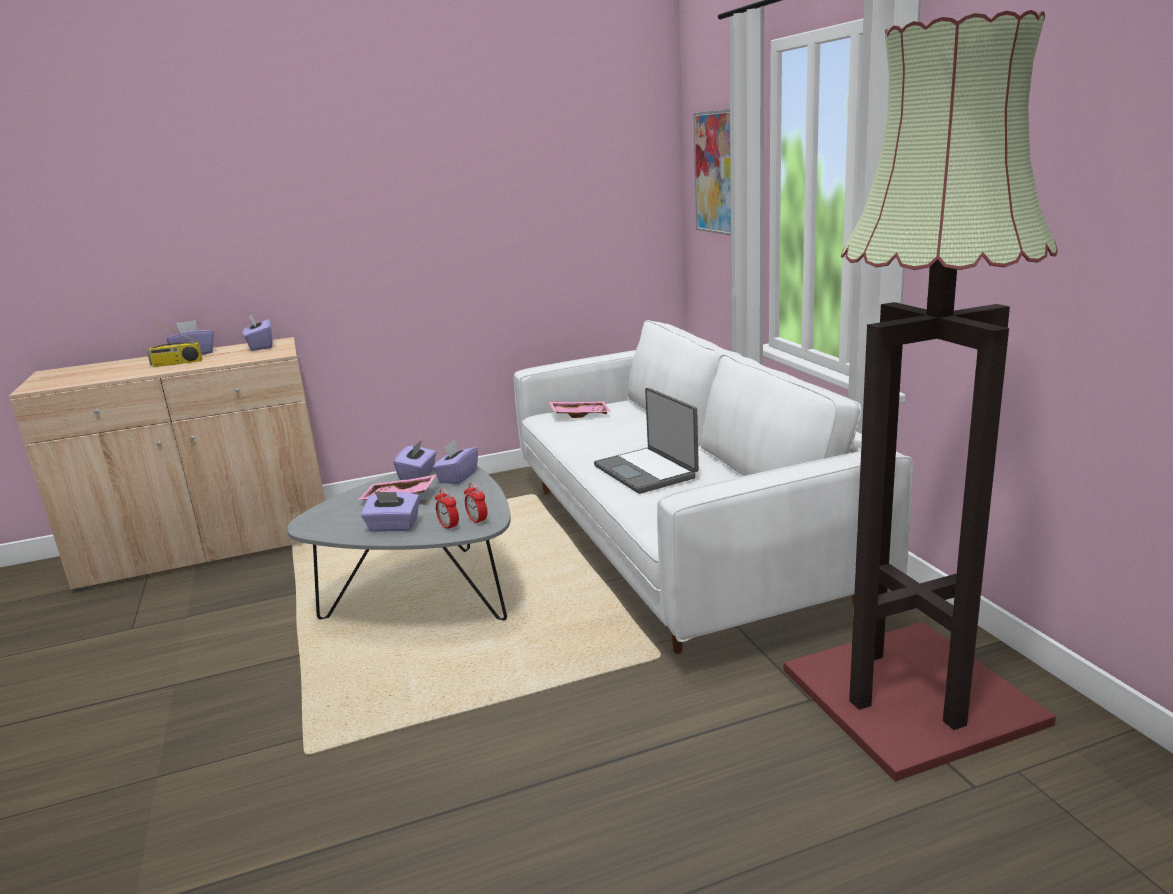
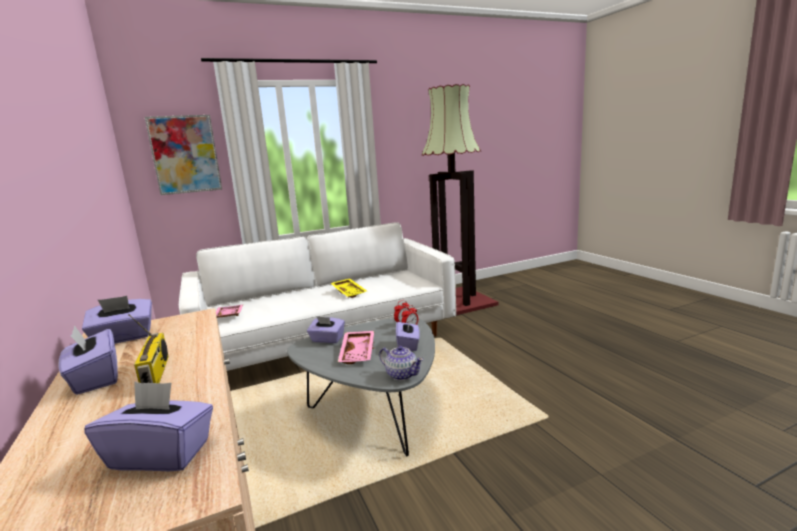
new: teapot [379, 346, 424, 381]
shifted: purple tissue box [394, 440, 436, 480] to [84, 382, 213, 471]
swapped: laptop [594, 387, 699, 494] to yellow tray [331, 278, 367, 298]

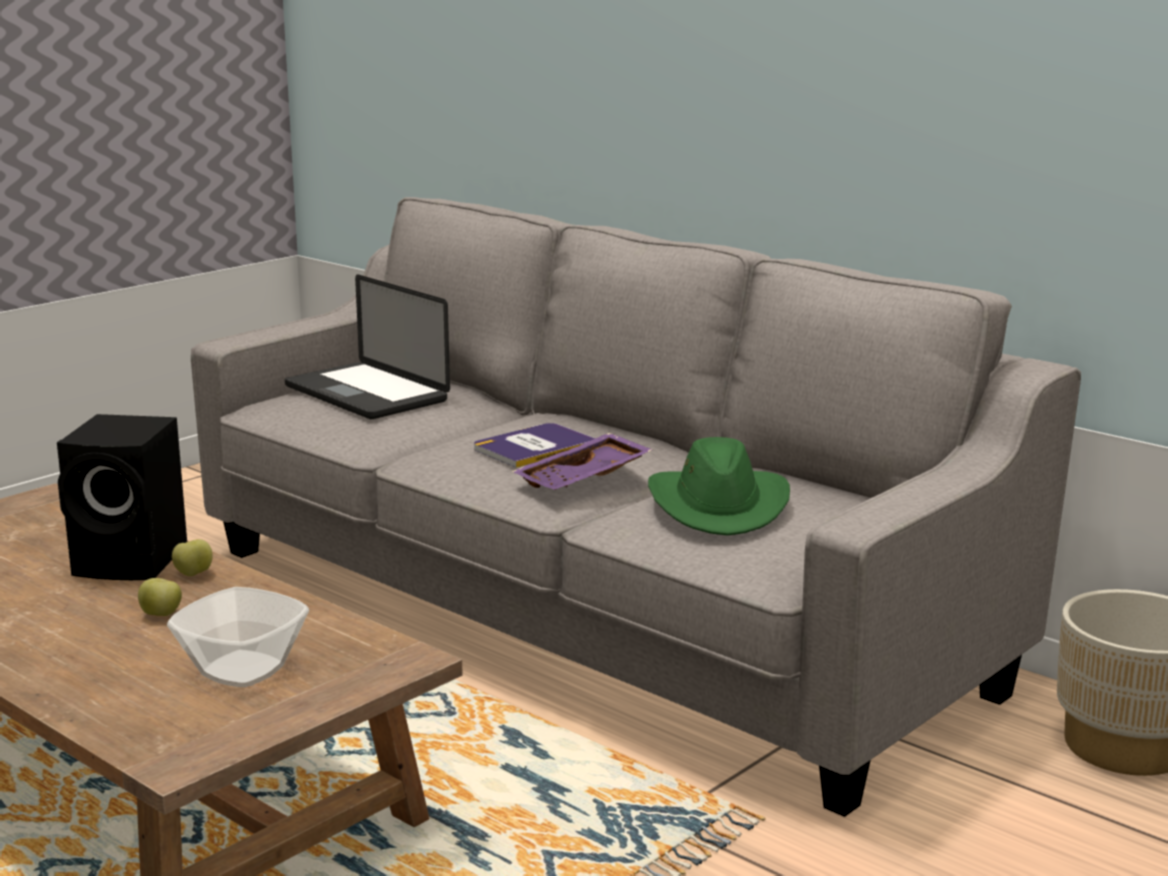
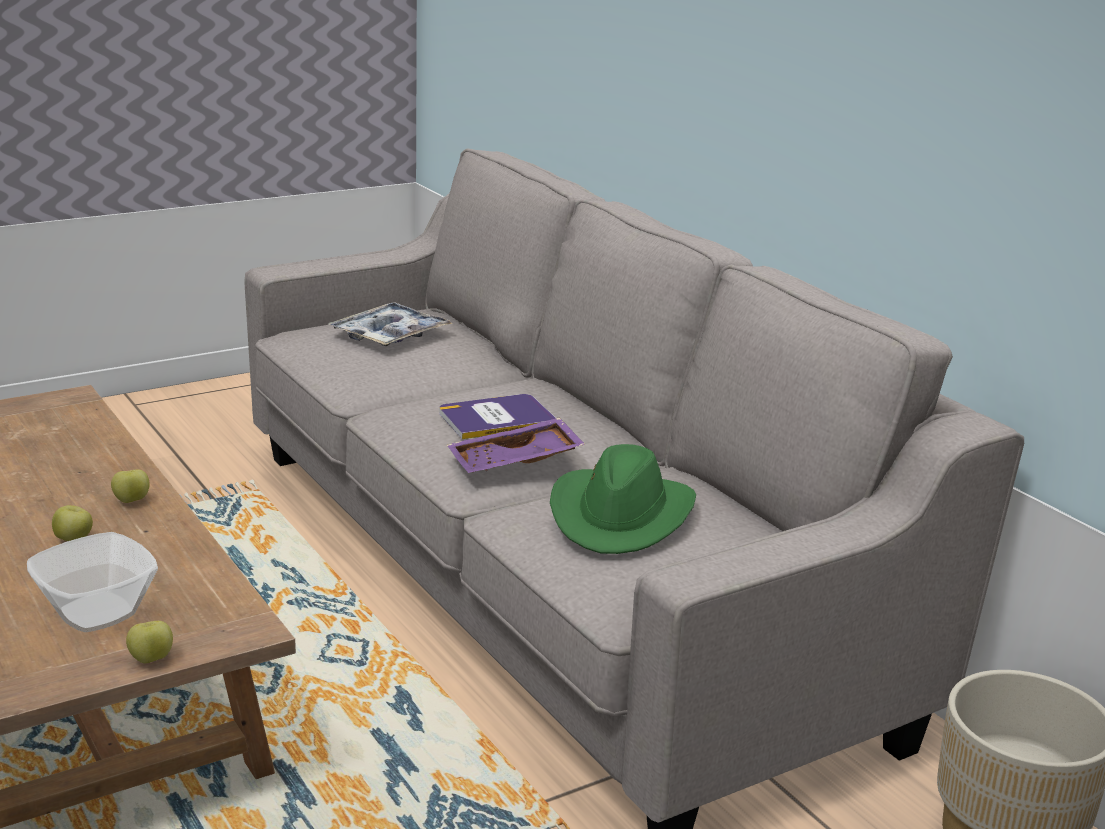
gone: black speaker [57, 414, 187, 580]
new: apple [126, 621, 173, 663]
swapped: laptop [285, 274, 450, 419] to tray [329, 302, 453, 346]

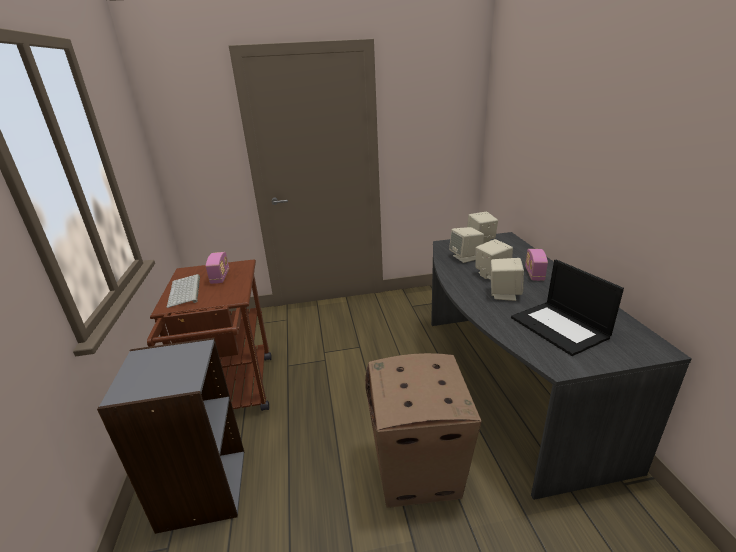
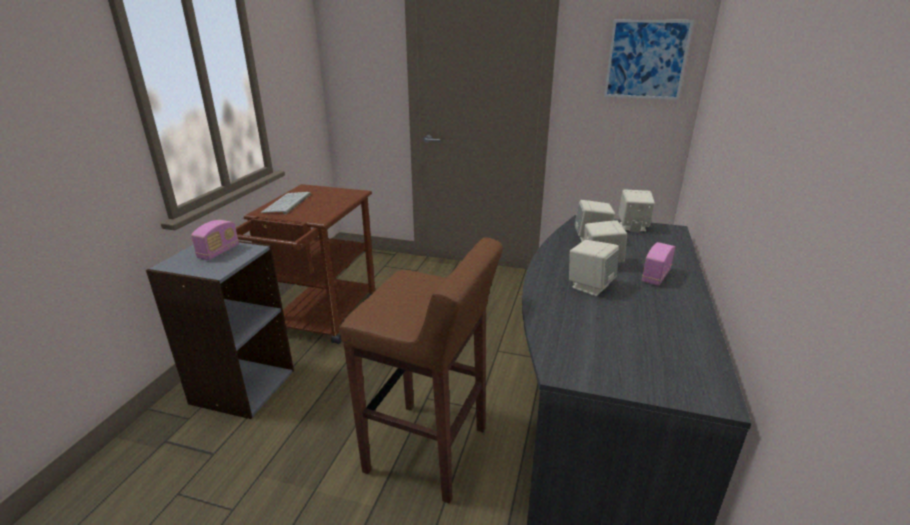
gone: laptop [511, 259, 624, 356]
new: picture [604, 20, 694, 100]
shifted: radio [206, 252, 229, 284] to [191, 220, 239, 260]
swapped: cardboard box [365, 353, 482, 508] to brown stool [340, 237, 503, 504]

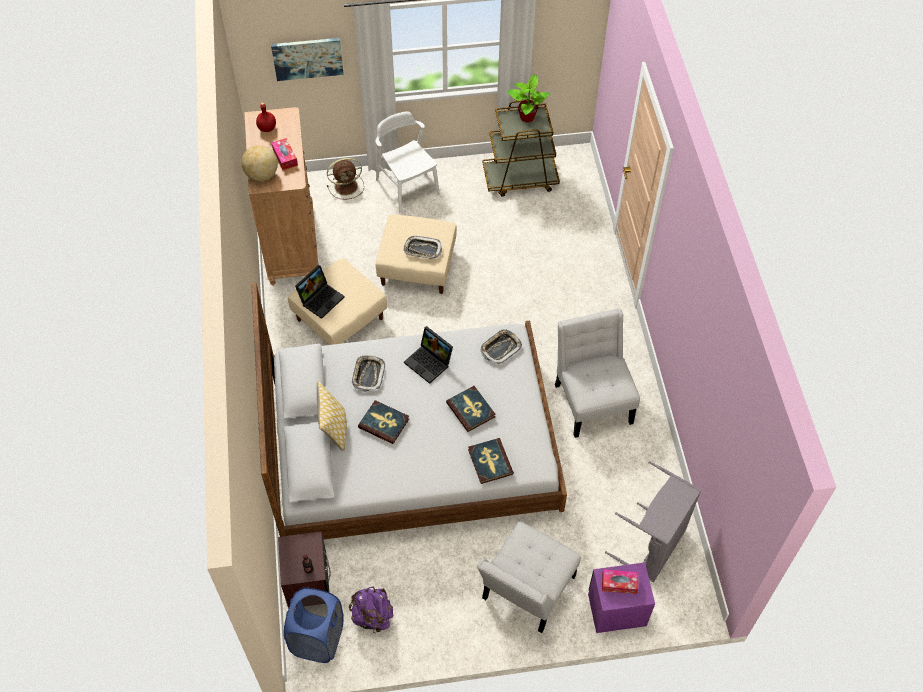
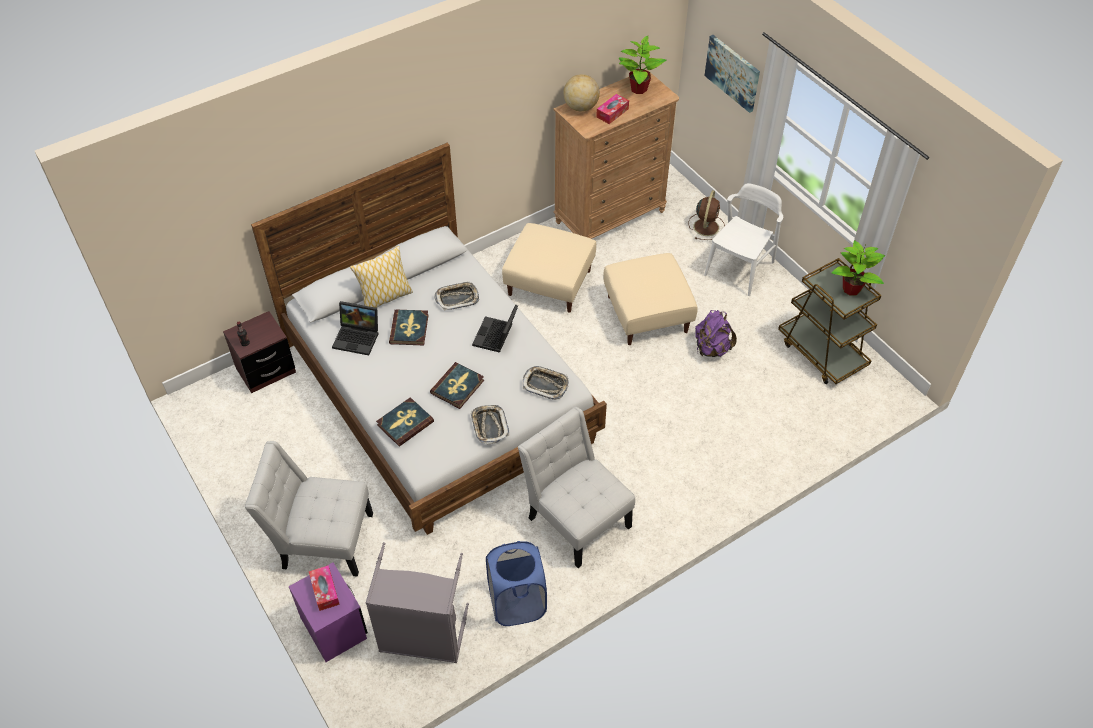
shifted: tray [403, 236, 442, 259] to [470, 405, 509, 444]; laptop [295, 265, 344, 319] to [332, 301, 379, 355]; blue laundry basket [284, 587, 344, 663] to [486, 541, 547, 626]; purple backpack [349, 587, 393, 634] to [695, 310, 737, 357]
swapped: red bottle [256, 102, 276, 132] to potted plant [619, 36, 666, 94]
rotated: brown fan [327, 158, 364, 199] = [688, 190, 725, 240] 120 degrees counterclockwise; white chair [555, 308, 640, 438] = [518, 407, 635, 568] 90 degrees counterclockwise

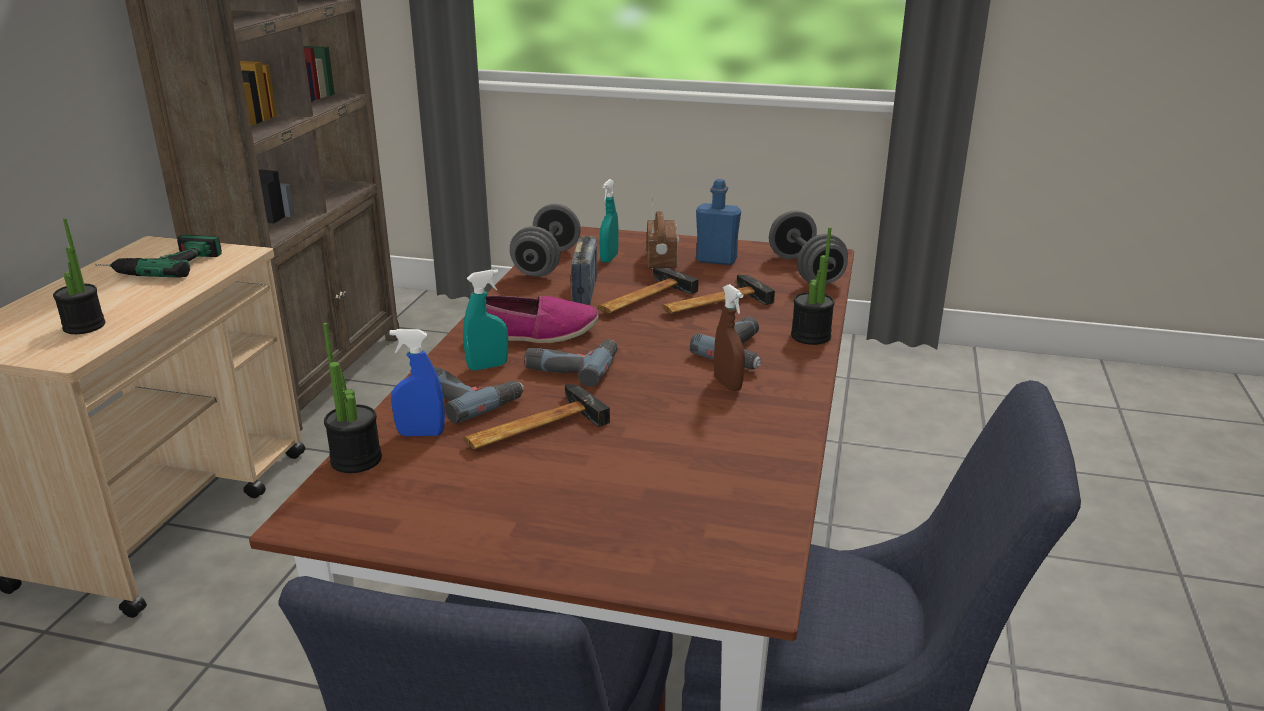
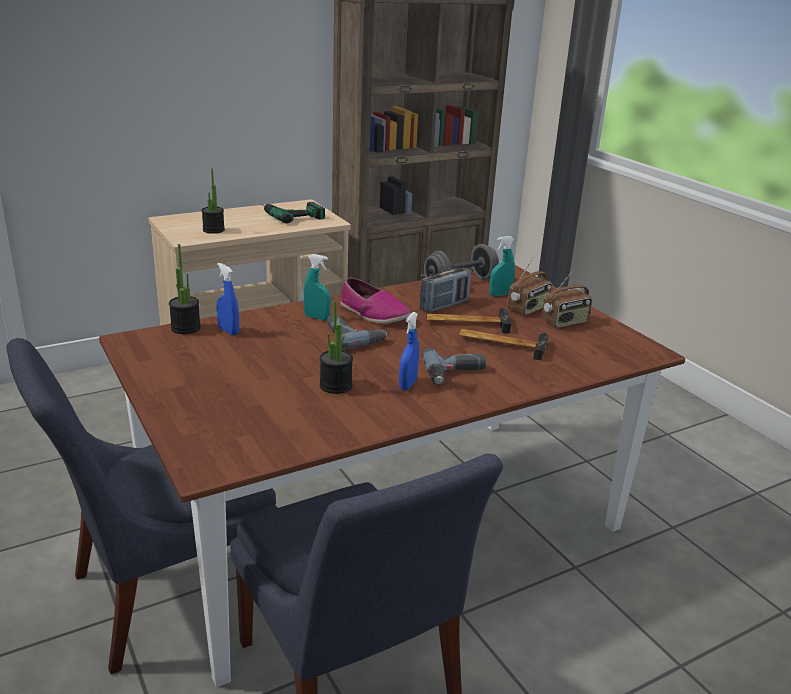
gone: grey dumbbell [769, 210, 848, 284]; power drill [434, 367, 524, 424]; hammer [464, 384, 610, 449]
shifted: potted plant [791, 227, 835, 345] to [320, 301, 353, 394]
swapped: blue bottle [696, 179, 741, 265] to radio [542, 269, 592, 328]
repainted: brown spray bottle [714, 284, 745, 391] to blue spray bottle [399, 312, 419, 390]

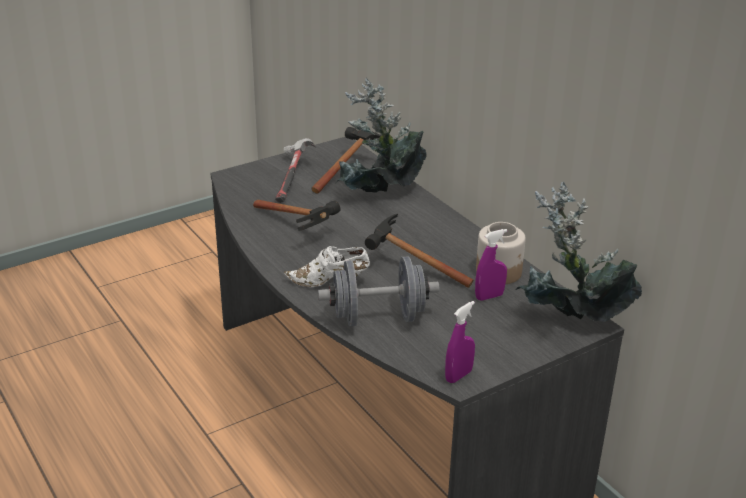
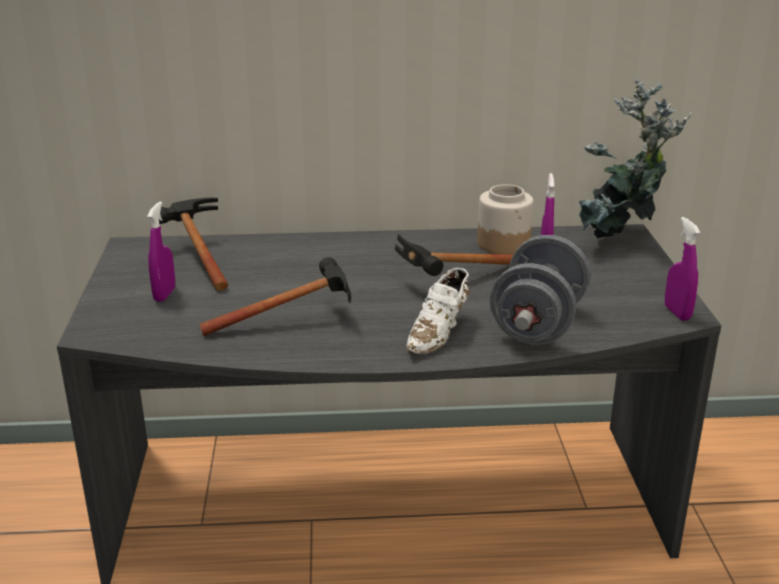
gone: potted plant [336, 78, 427, 193]
swapped: hammer [275, 138, 317, 203] to purple spray bottle [147, 201, 175, 302]

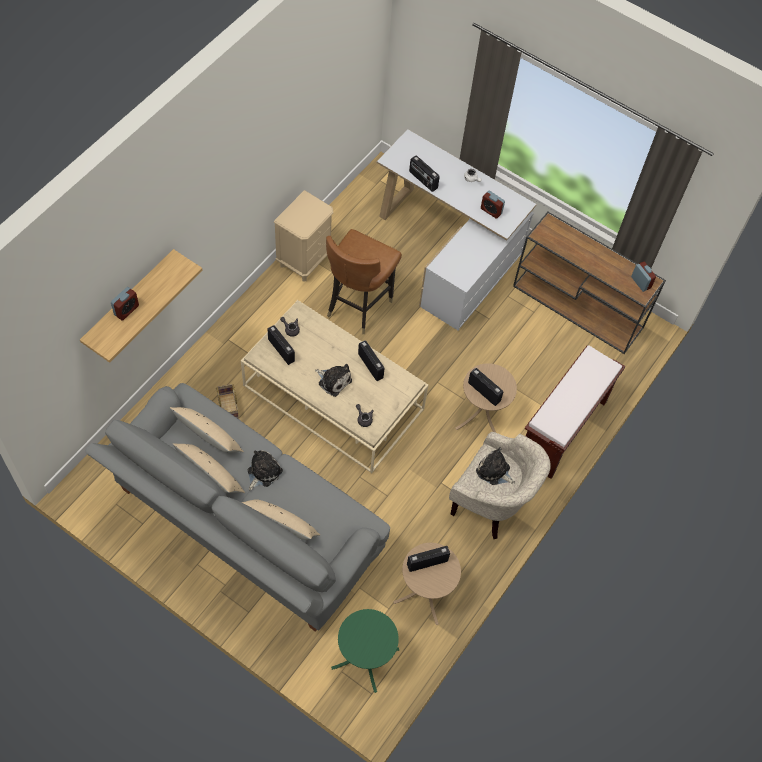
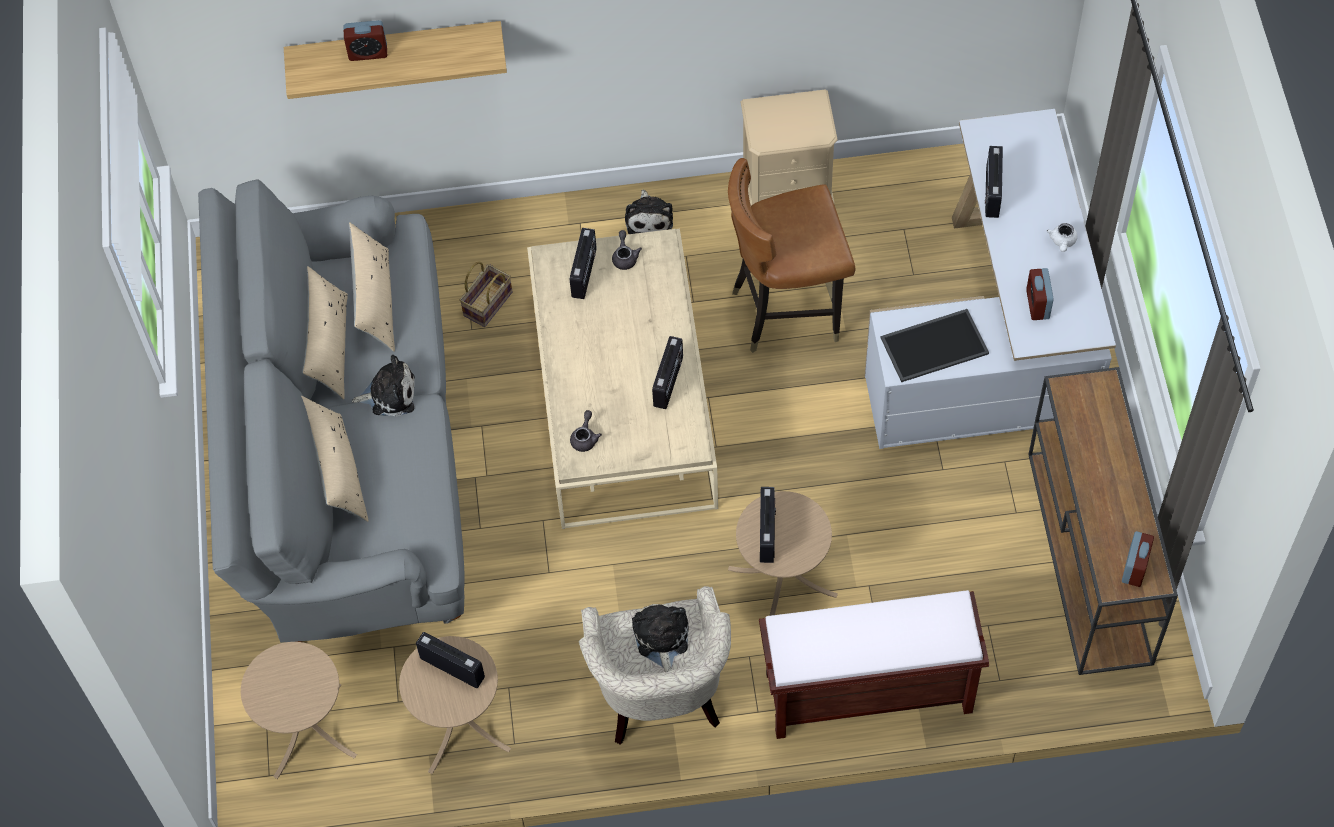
new: tray [881, 309, 989, 382]
shifted: plush toy [315, 364, 352, 397] to [625, 190, 673, 234]
repainted: green side table [331, 609, 399, 693] to beige side table [241, 642, 357, 779]

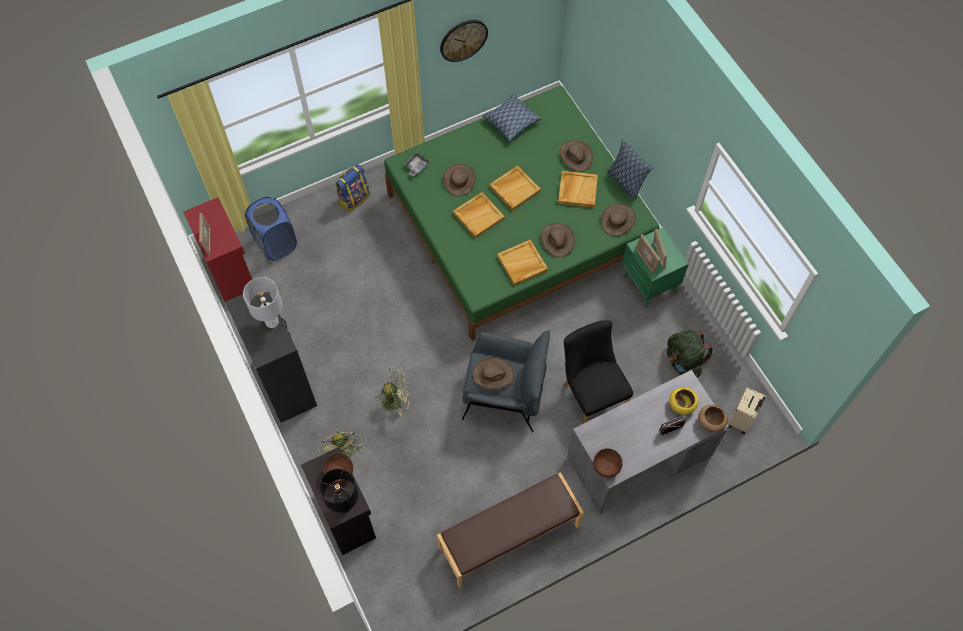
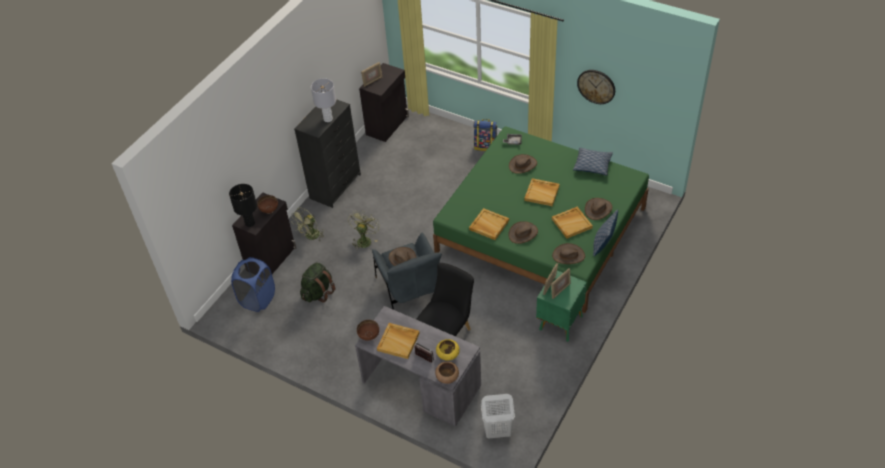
gone: brown bench [437, 472, 584, 589]
shifted: beige tray [453, 192, 505, 238] to [377, 323, 420, 359]; blue laundry basket [245, 197, 297, 261] to [231, 257, 275, 312]; green backpack [667, 330, 713, 378] to [300, 262, 335, 303]
swapped: beige suitcase [728, 387, 766, 435] to white laundry basket [481, 394, 515, 439]
repainted: red cabinet [183, 197, 252, 302] to black cabinet [359, 63, 409, 142]
rotated: green fan [377, 365, 410, 416] = [348, 211, 380, 250] 120 degrees counterclockwise

